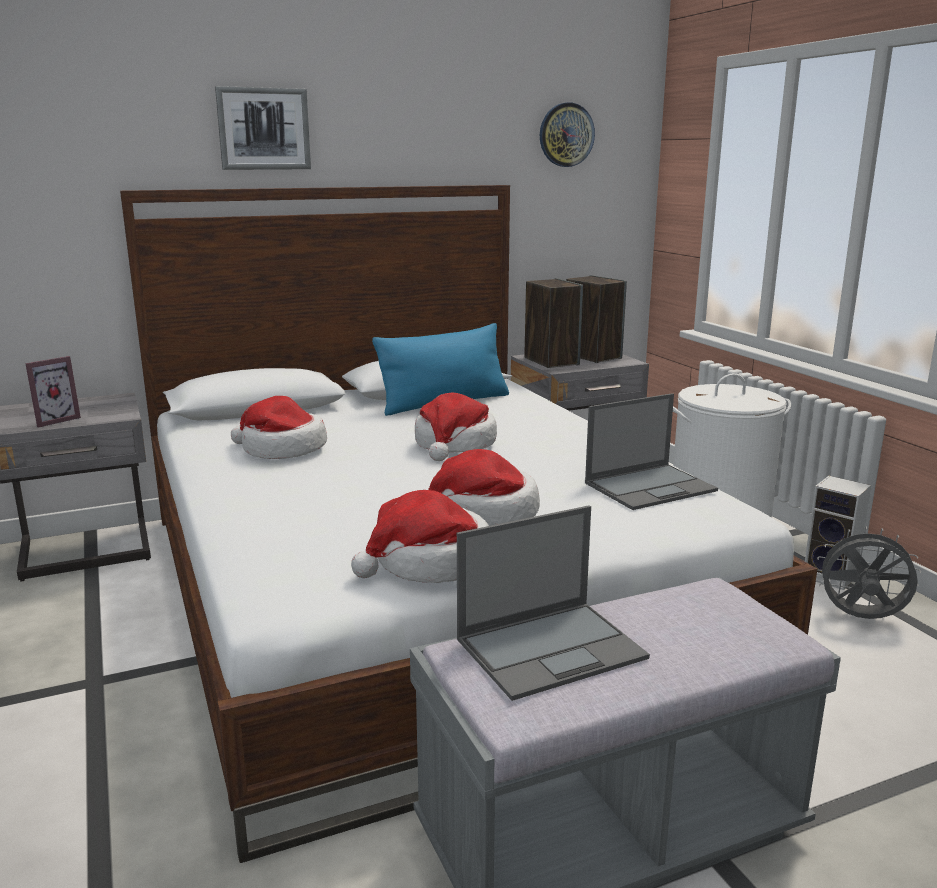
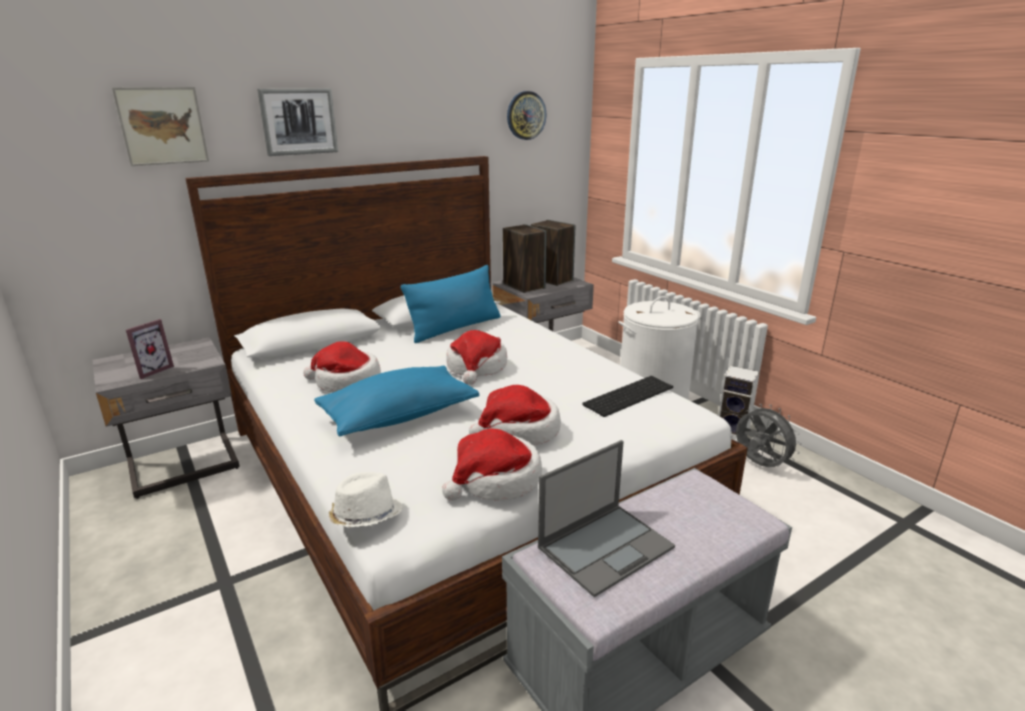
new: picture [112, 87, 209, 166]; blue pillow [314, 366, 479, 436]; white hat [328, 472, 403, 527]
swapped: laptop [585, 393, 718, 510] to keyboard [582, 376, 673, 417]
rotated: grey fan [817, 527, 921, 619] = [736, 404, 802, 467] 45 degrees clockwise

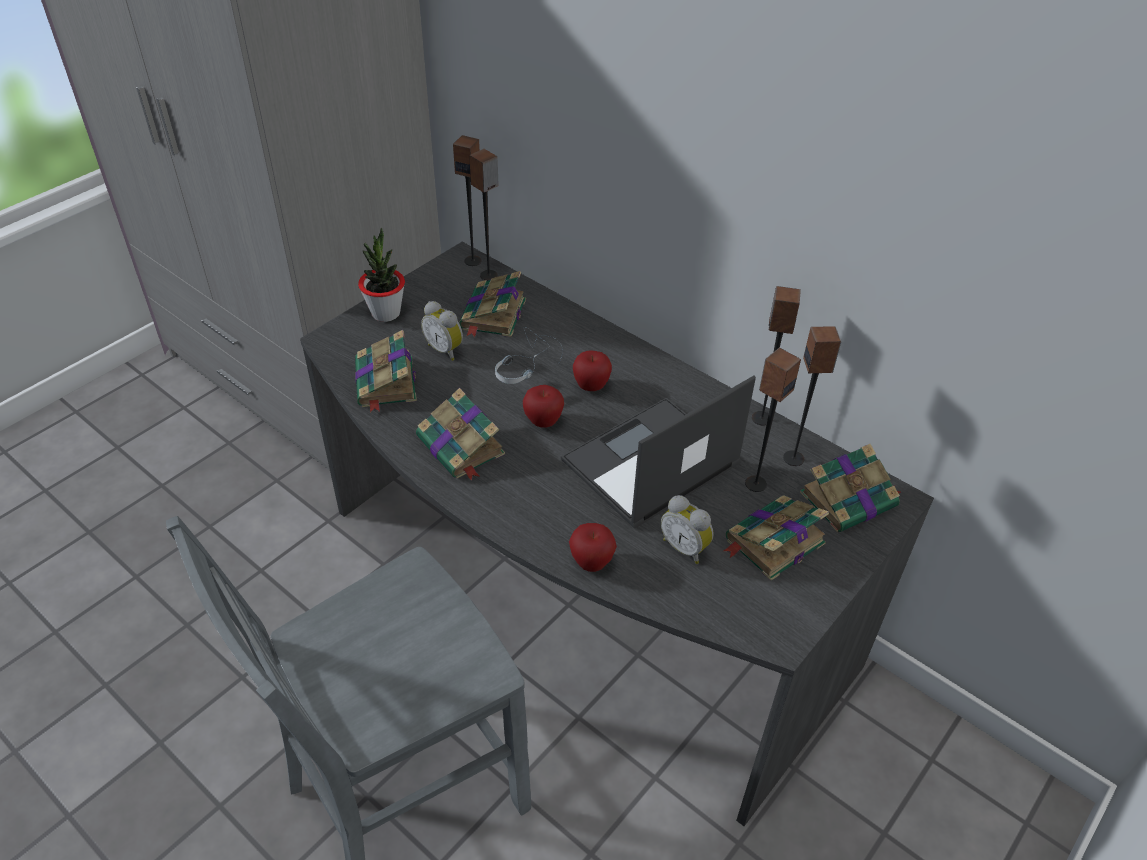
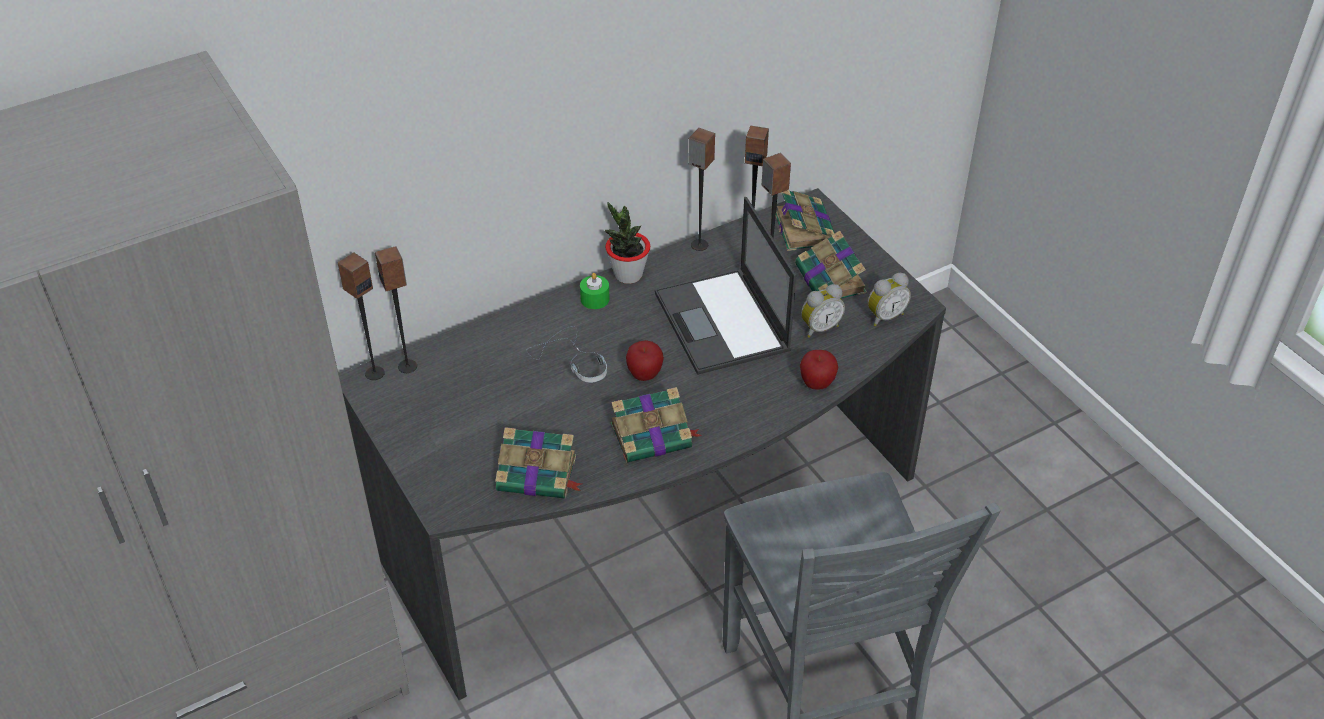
gone: book [459, 271, 526, 337]; apple [573, 350, 612, 391]
new: green candle [580, 273, 610, 309]
shifted: potted plant [358, 228, 405, 322] to [605, 202, 650, 284]; alarm clock [421, 301, 463, 361] to [868, 273, 911, 326]

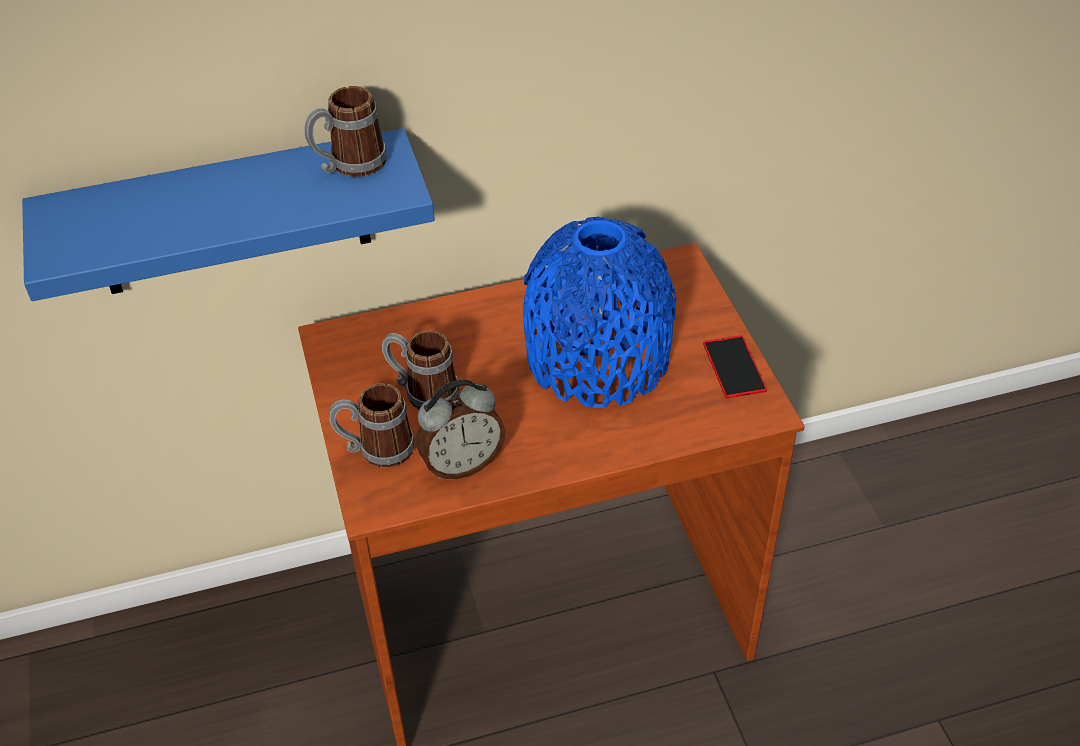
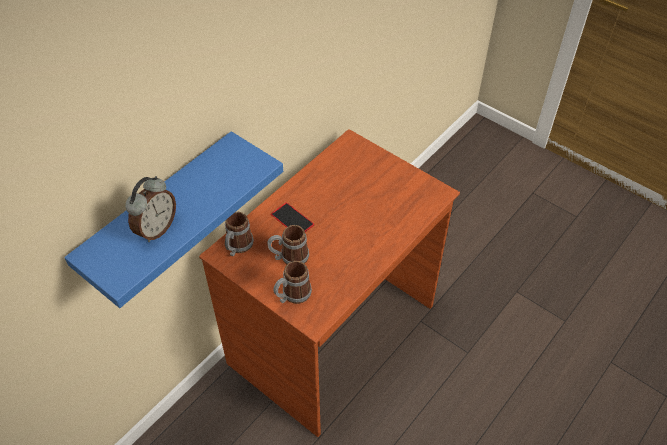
gone: blue vase [523, 216, 676, 408]
shifted: mug [304, 86, 387, 177] to [225, 212, 254, 256]; phone [703, 335, 767, 398] to [271, 202, 314, 232]; alarm clock [416, 380, 505, 479] to [125, 176, 176, 242]

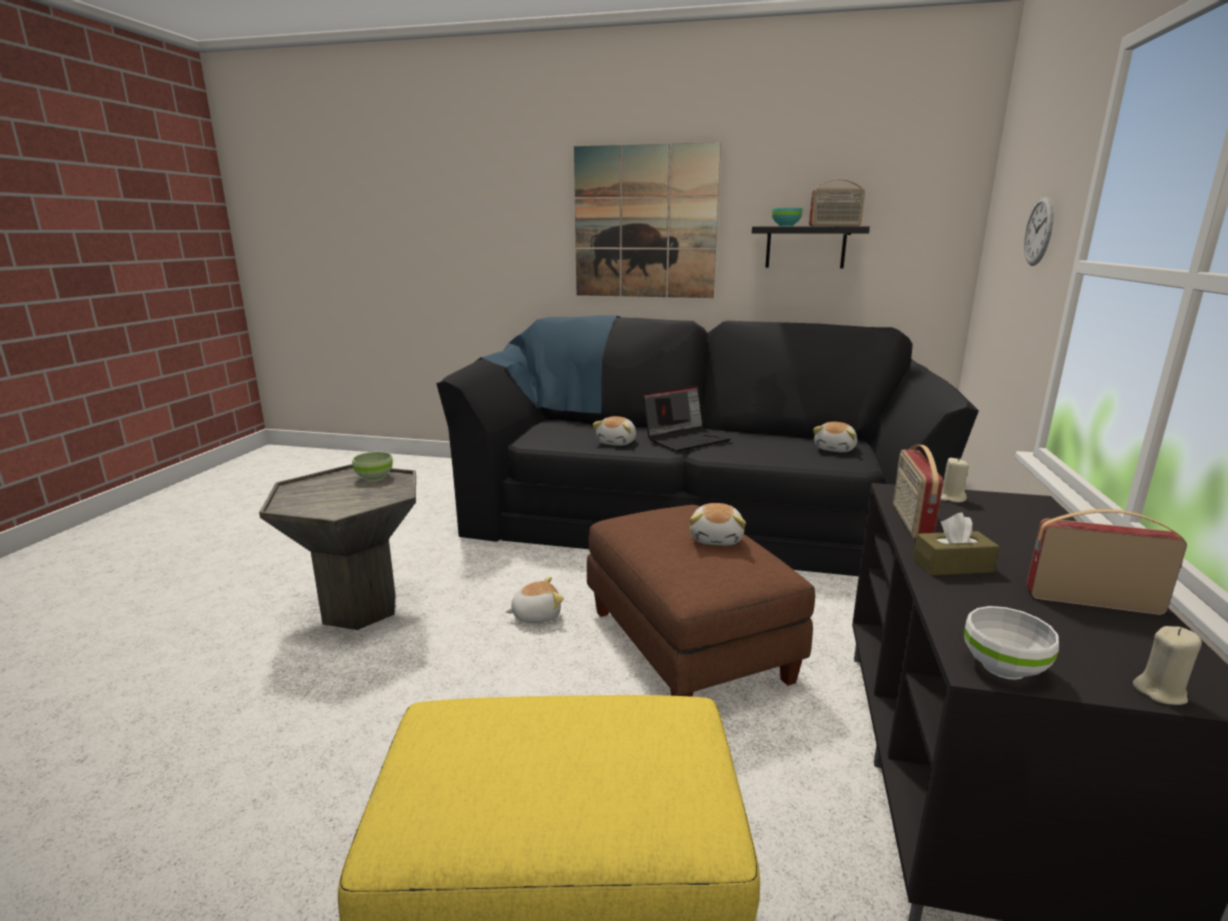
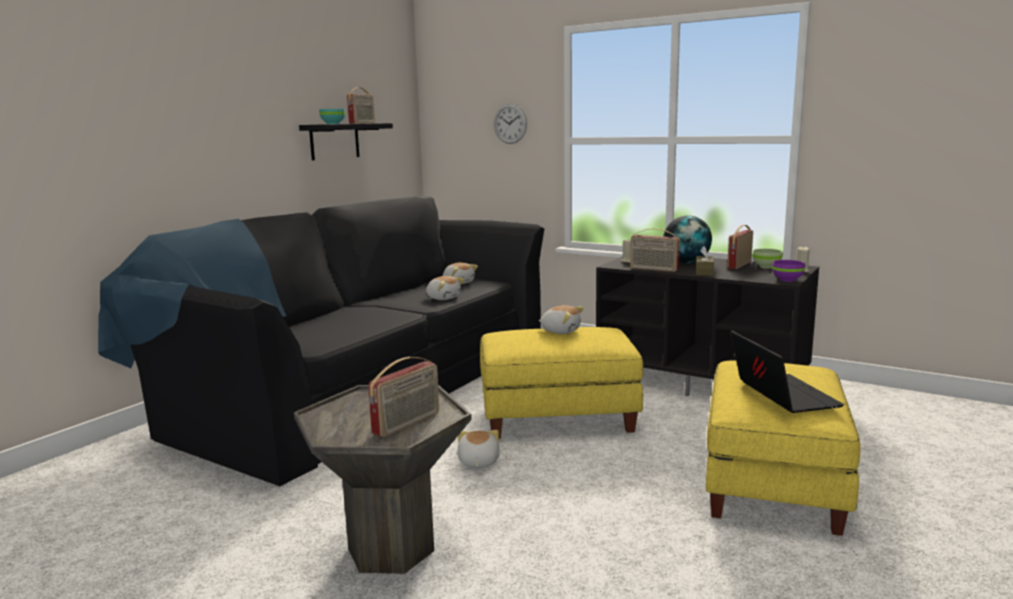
gone: picture [574, 142, 721, 298]
new: globe [663, 215, 712, 263]; radio [368, 357, 439, 437]
shifted: laptop [643, 386, 731, 452] to [731, 331, 844, 413]; plush toy [593, 416, 636, 446] to [426, 276, 465, 300]; green bowl [352, 451, 393, 481] to [753, 248, 783, 268]
repainted: brown ottoman [587, 505, 815, 697] to yellow ottoman [480, 327, 643, 439]; white bowl [964, 606, 1059, 680] to purple bowl [772, 260, 805, 282]

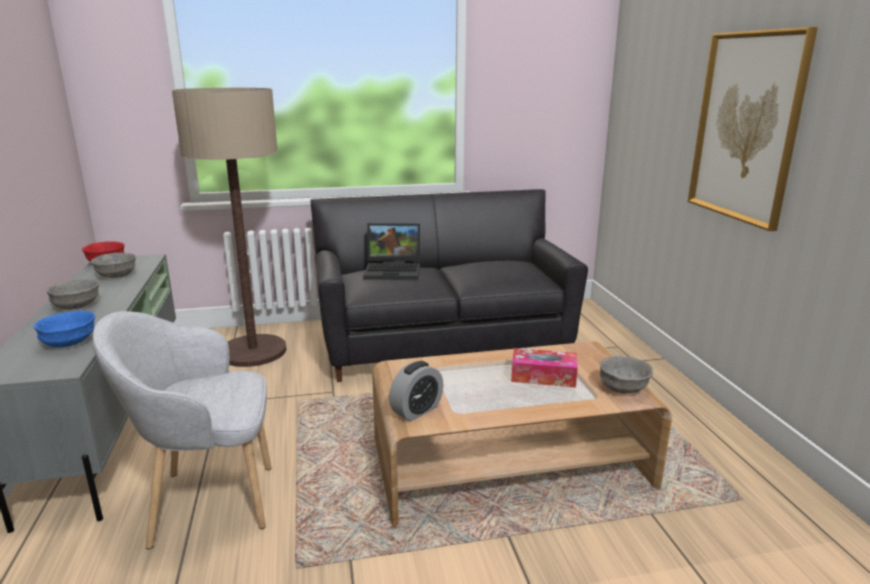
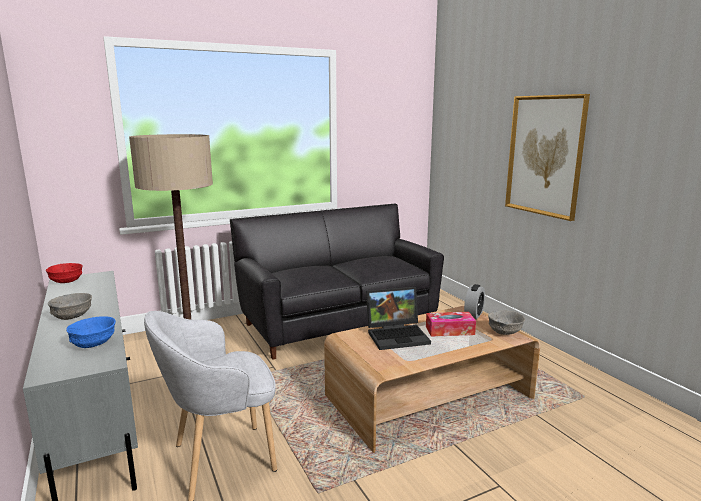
gone: grey bowl [91, 253, 136, 278]
shifted: laptop [363, 223, 420, 280] to [366, 287, 431, 350]; alarm clock [389, 361, 443, 421] to [464, 284, 485, 319]

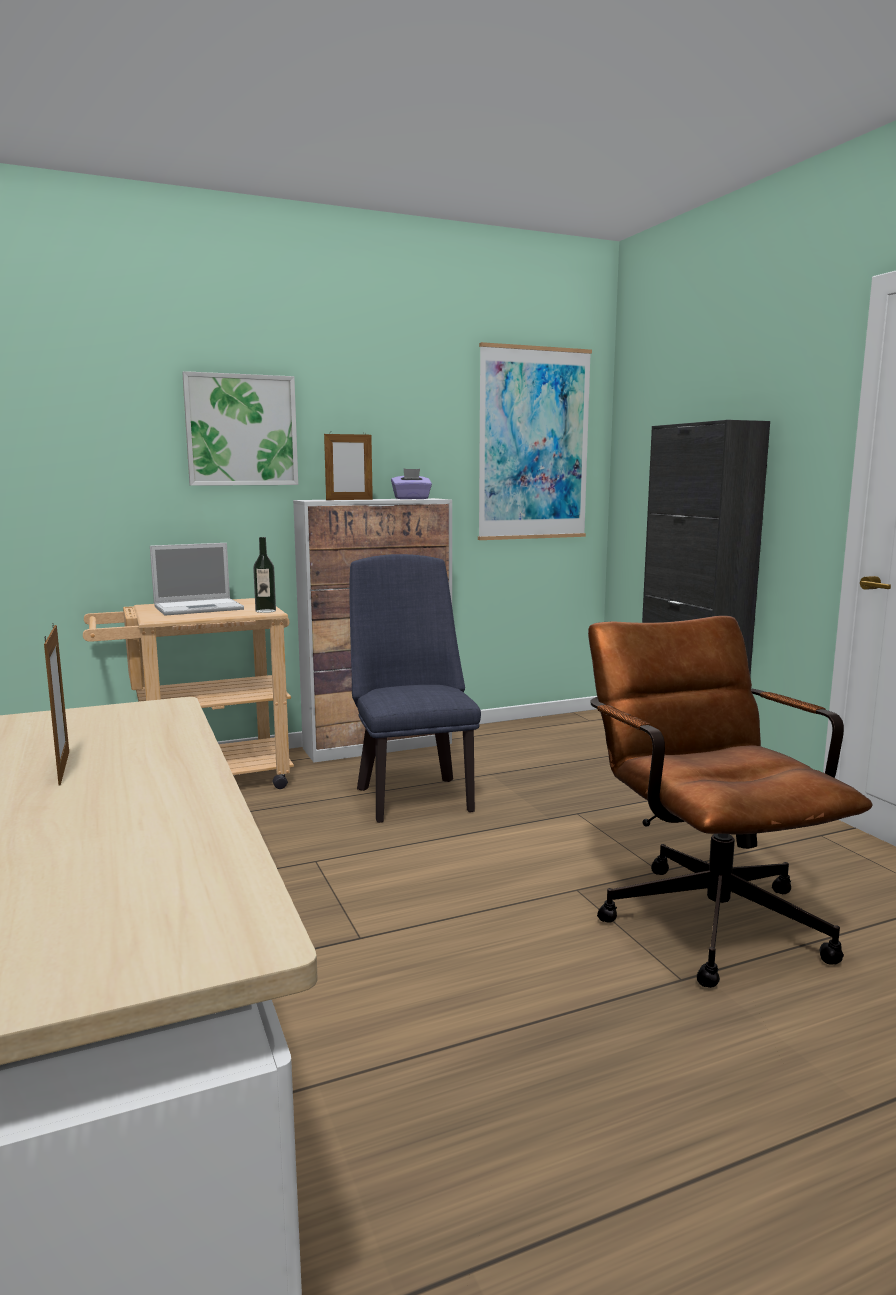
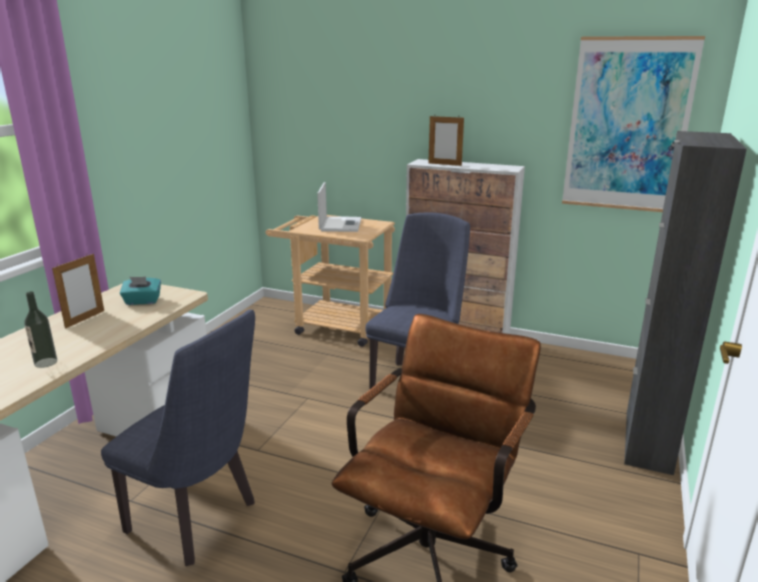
gone: picture [182, 371, 298, 486]; purple tissue box [391, 469, 432, 499]
new: turquoise tissue box [120, 277, 161, 305]; blue chair [101, 309, 255, 566]
shifted: bottle [253, 537, 276, 613] to [24, 291, 57, 368]
rotated: laptop [150, 543, 244, 616] = [317, 182, 362, 232] 105 degrees counterclockwise

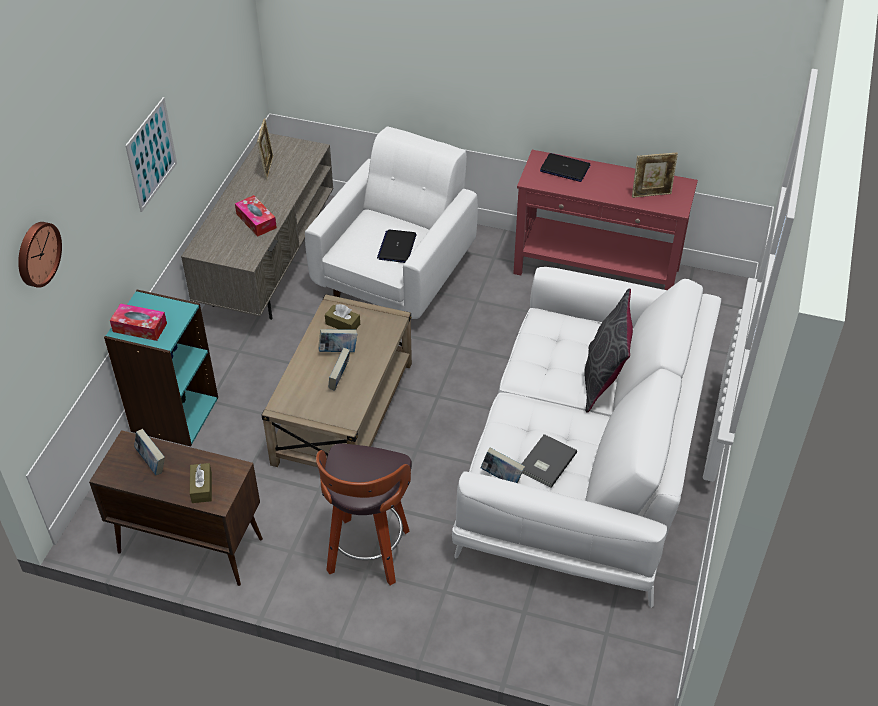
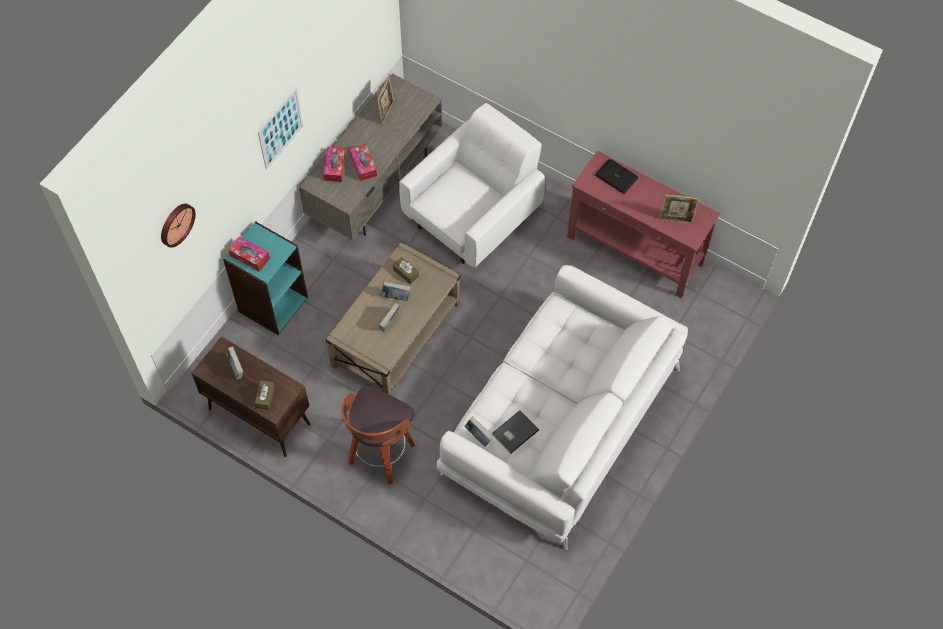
gone: laptop [377, 230, 416, 263]; grey pillow [584, 288, 633, 413]
new: tissue box [323, 147, 346, 182]

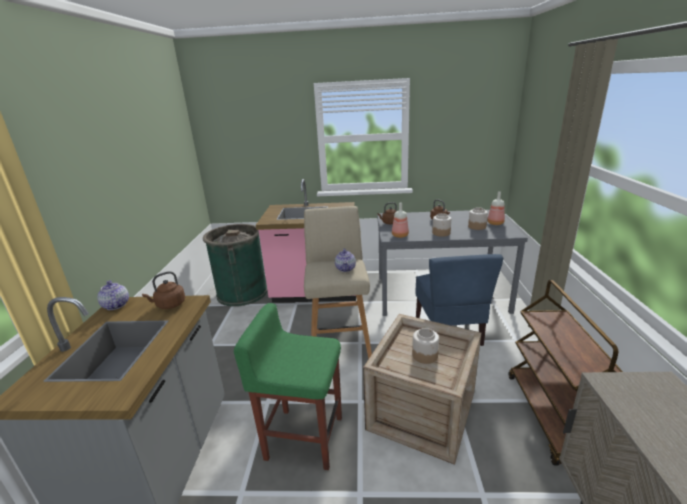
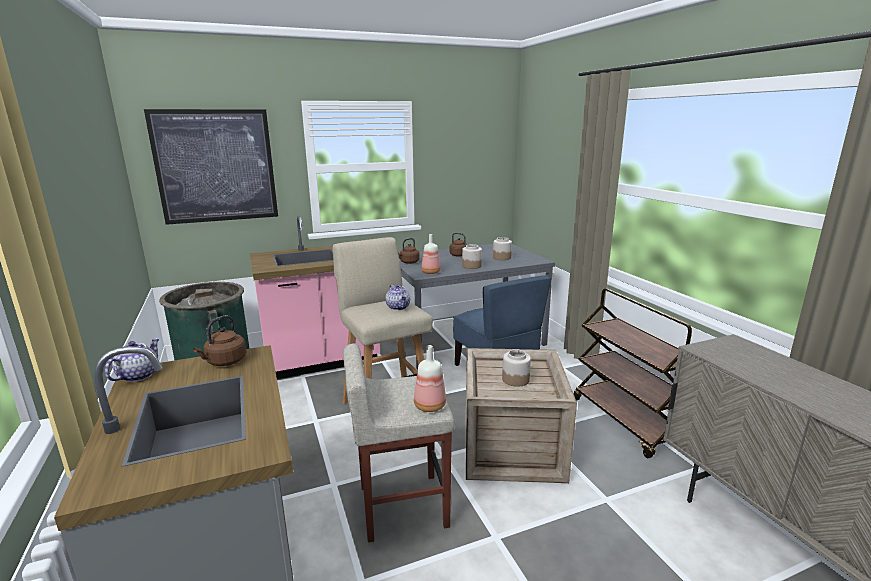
new: picture [144, 109, 278, 225]
shifted: bottle [487, 191, 505, 225] to [414, 345, 446, 412]
repainted: green stool [234, 303, 342, 470] to beige stool [343, 343, 455, 543]
rotated: teapot [97, 280, 129, 310] = [105, 338, 160, 382] 75 degrees clockwise

